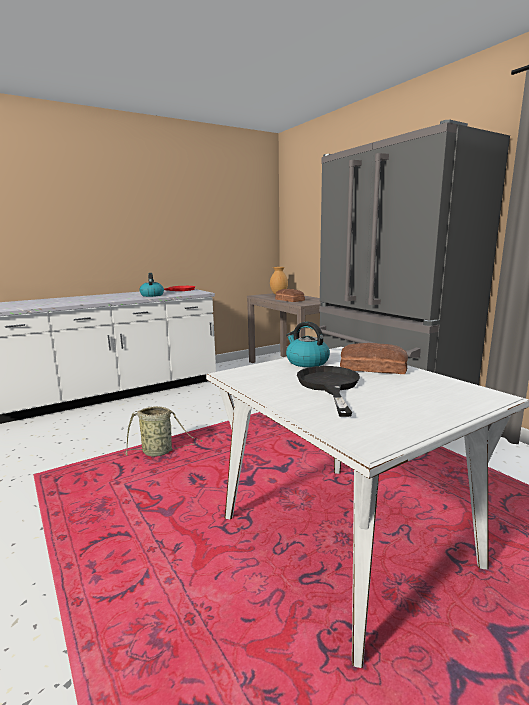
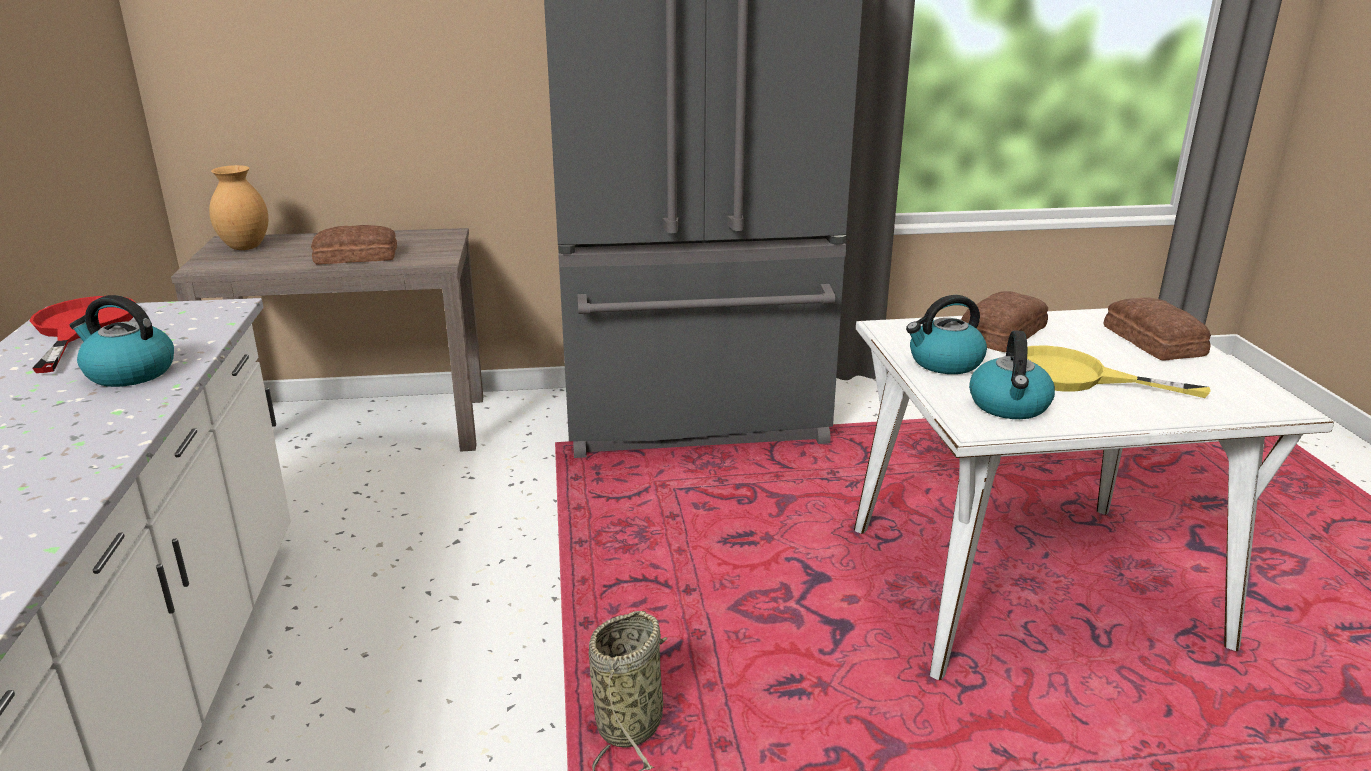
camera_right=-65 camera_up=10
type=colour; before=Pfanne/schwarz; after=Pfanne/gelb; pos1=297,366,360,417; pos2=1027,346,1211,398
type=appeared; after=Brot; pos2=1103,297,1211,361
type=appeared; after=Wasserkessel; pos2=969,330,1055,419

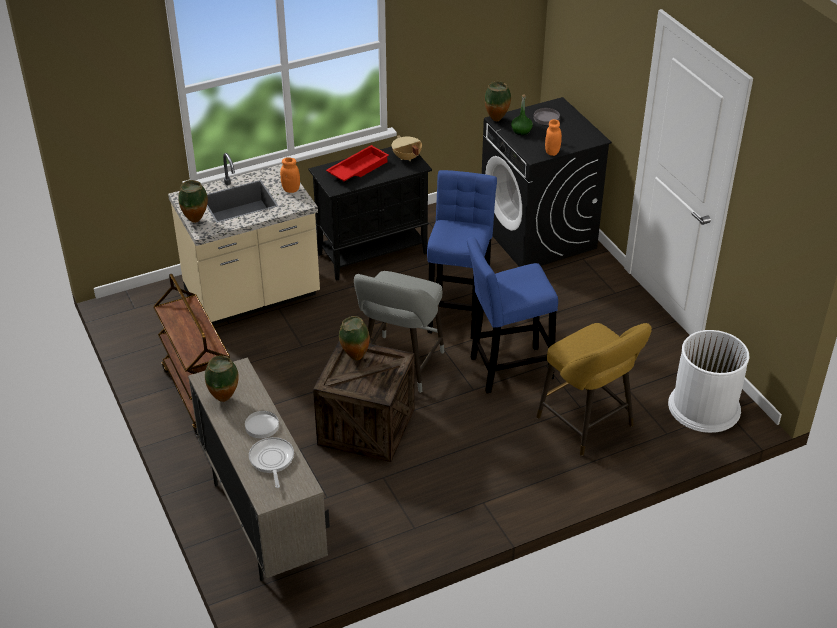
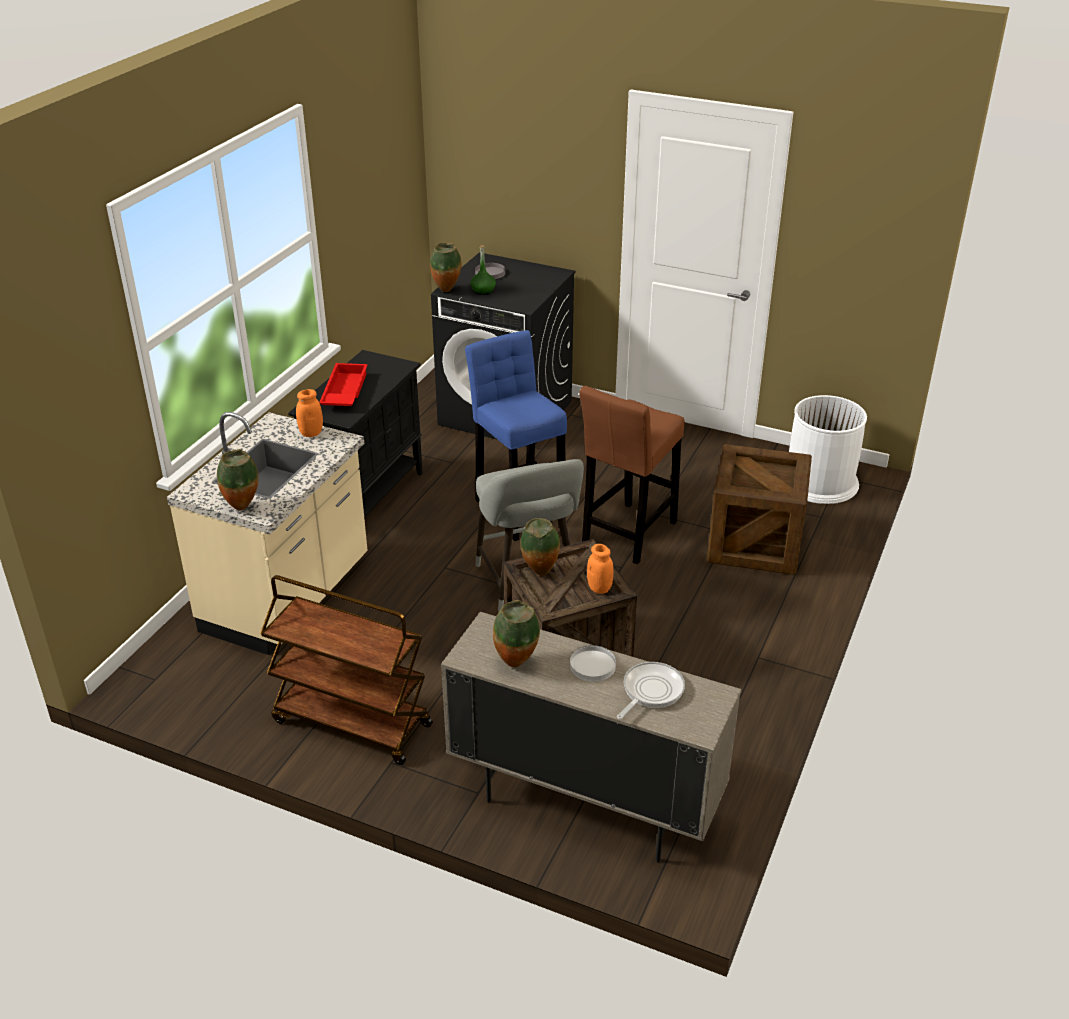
camera_right=-40 camera_up=-5
type=relocated; before=Vorratsglas/orange; pos1=545,119,562,156; pos2=587,544,613,594
type=missing; before=Kochtopf/beige; pos1=392,136,422,161
type=colour; before=Hocker/blau; after=Hocker/braun; pos1=467,237,558,393; pos2=579,386,684,564
type=exchanged; before=Hocker/gelb; after=Kiste; pos1=537,323,652,456; pos2=707,444,812,575
type=spun; before=Pfanne; pos1=249,437,294,488; pos2=617,662,685,719; turn=90

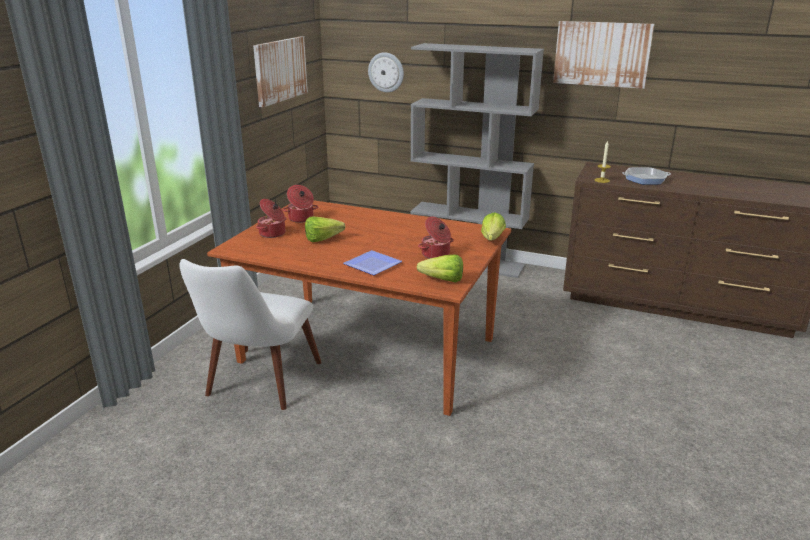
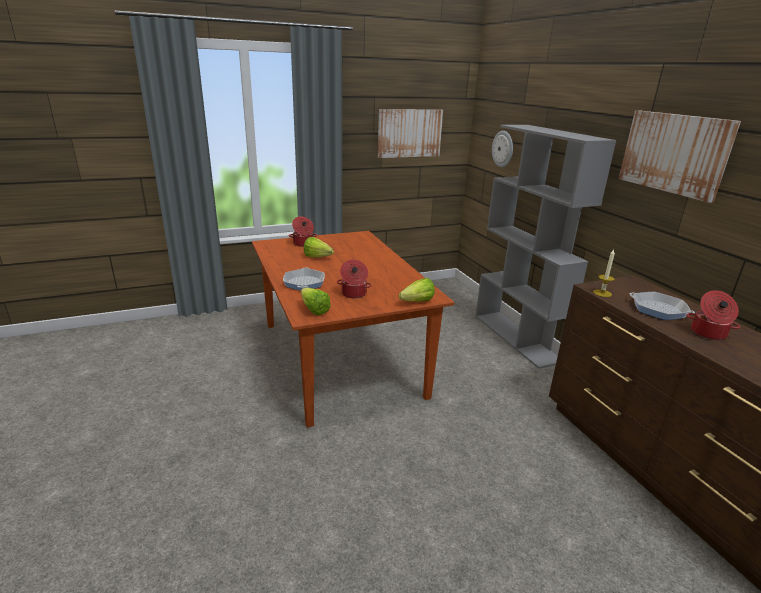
camera_right=45 camera_up=0
type=relocated; before=Kochtopf; pos1=282,185,318,223; pos2=687,290,740,340
type=exchanged; before=Teller; after=Pfanne; pos1=343,250,402,275; pos2=283,268,325,291
type=missing; before=Stuhl/weiß; pos1=179,259,322,410

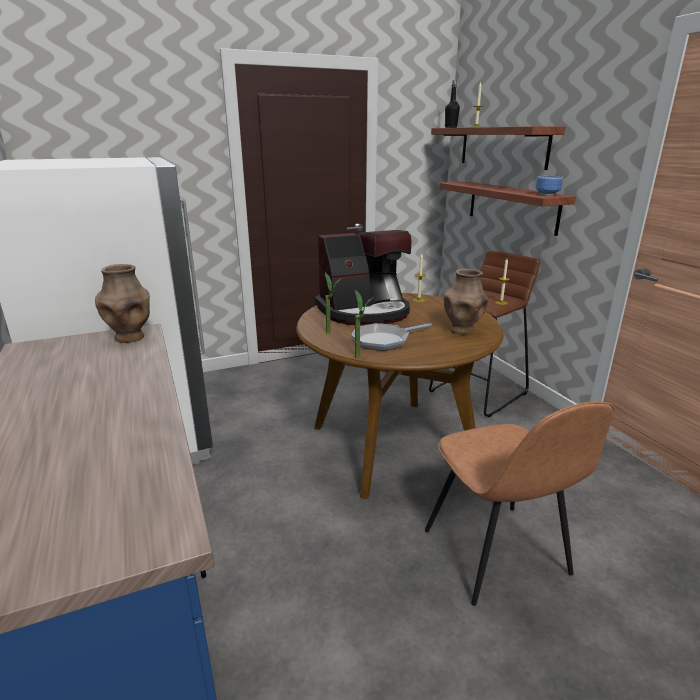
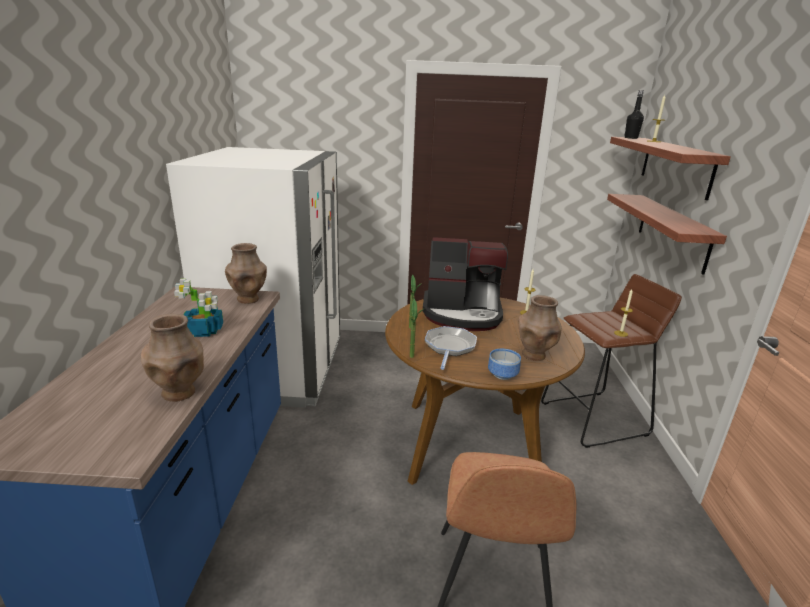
camera_right=25 camera_up=0
type=relocated; before=Schüssel; pos1=536,176,563,195; pos2=488,349,521,380
type=spun; before=Pfanne; pos1=351,323,432,351; pos2=425,326,477,370; turn=105
type=appeared; after=Topfpflanze; pos2=174,278,223,337
type=appeared; after=Vase/braun; pos2=141,314,204,402

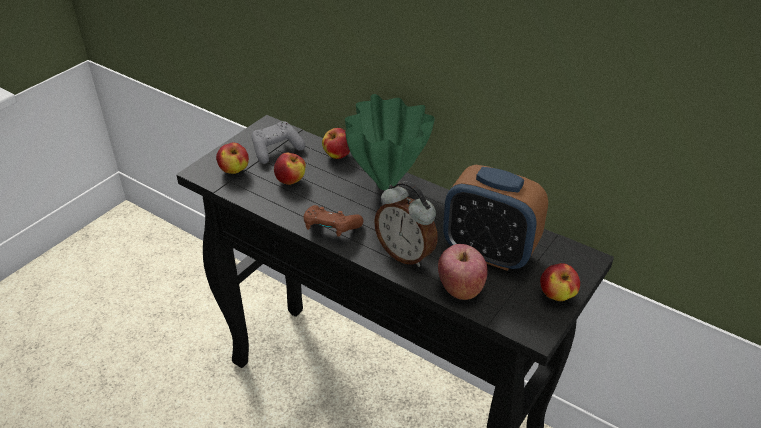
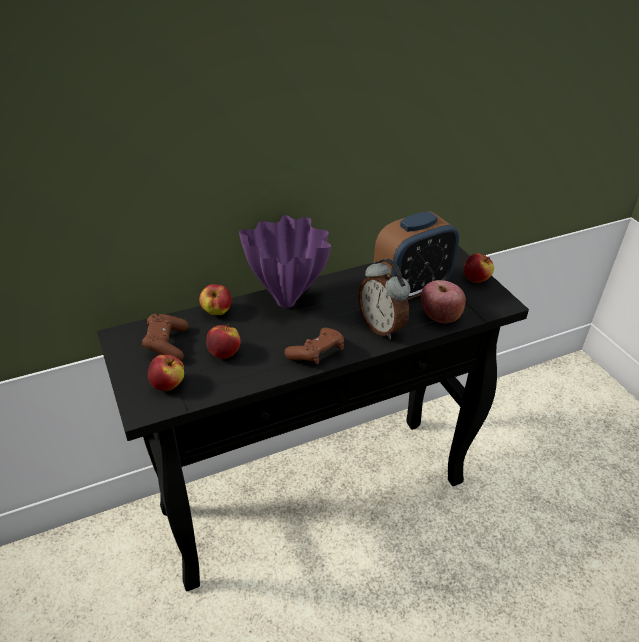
camera_right=-60 camera_up=0
type=colour; before=Vase/grün; after=Vase/lila; pos1=345,94,435,190; pos2=239,215,331,308
type=colour; before=Gamepad/grau; after=Gamepad/braun; pos1=252,121,305,164; pos2=142,314,189,360
type=spun; before=Wecker; pos1=374,181,438,267; pos2=358,259,410,340; turn=75

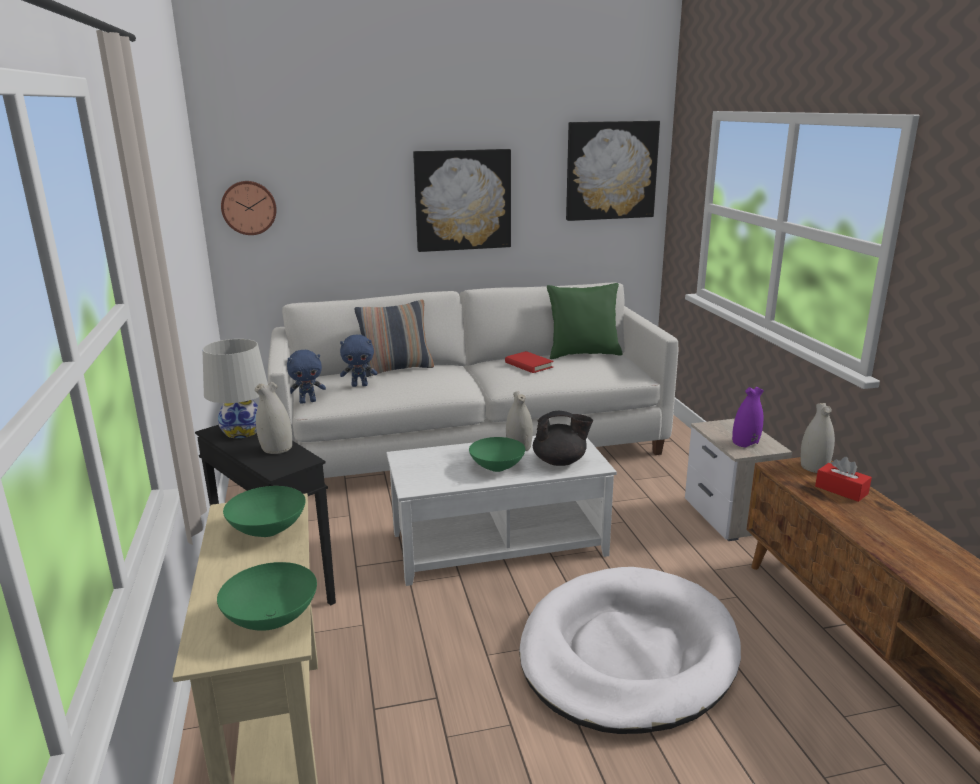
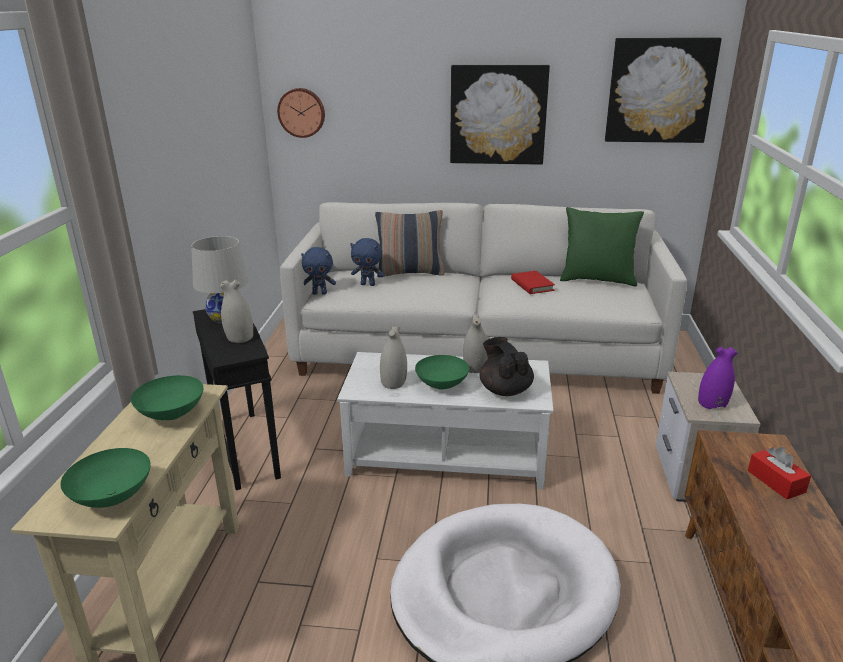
camera_right=20 camera_up=5
type=relocated; before=Vase/weiß; pos1=801,403,835,473; pos2=380,327,407,389
type=spun; before=Teekanne/schwarz; pos1=533,411,593,466; pos2=480,337,534,396; turn=-135

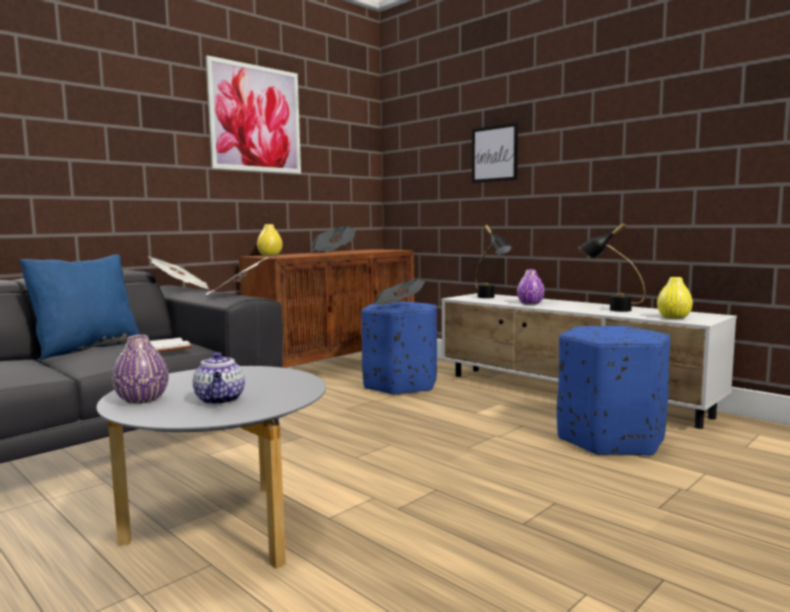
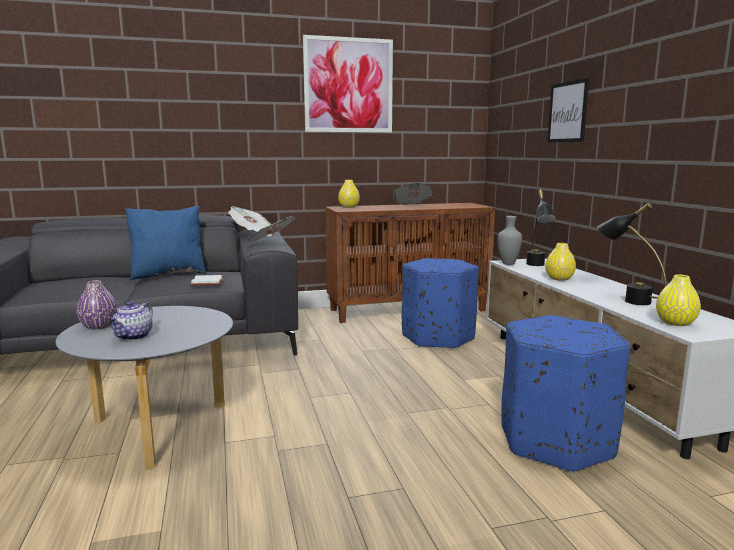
camera_right=30 camera_up=5
type=colour; before=Vase/lila; after=Vase/gelb; pos1=517,270,545,305; pos2=545,243,576,281
type=missing; before=Zeitung; pos1=372,279,425,305
type=appeared; after=Vase/grau; pos2=498,216,522,265

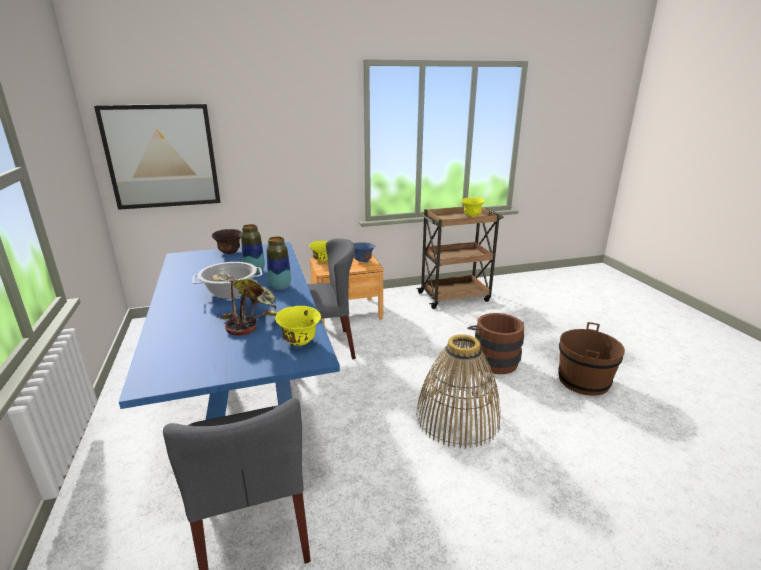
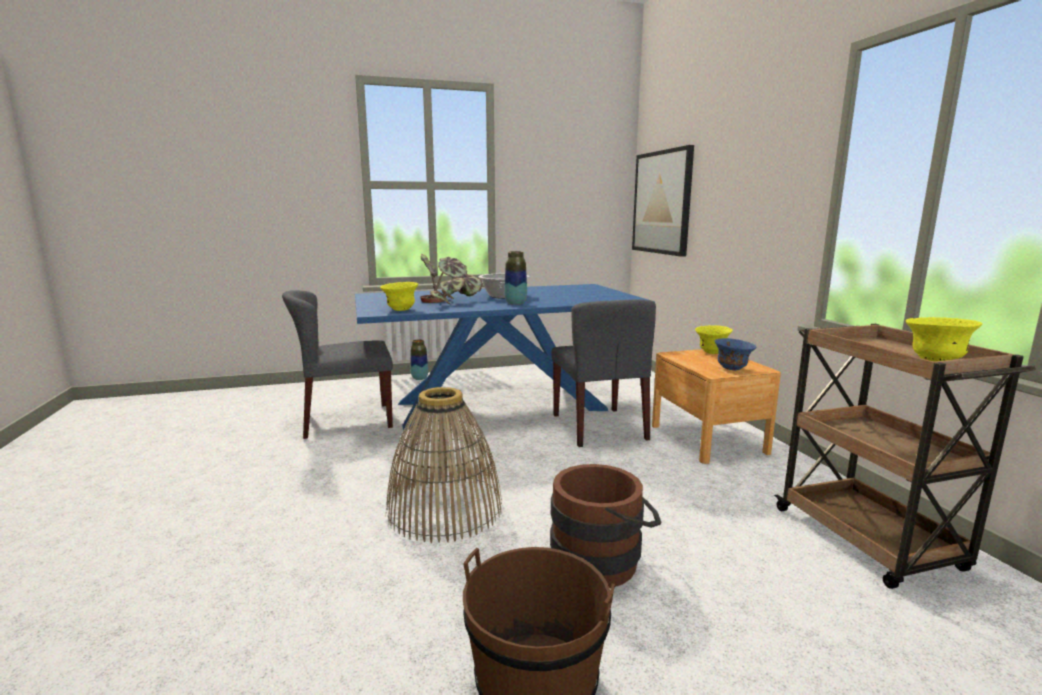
camera_right=90 camera_up=-10
type=relocated; before=Vase; pos1=241,224,265,274; pos2=411,339,428,380
type=missing; before=Schüssel/braun; pos1=212,229,242,254

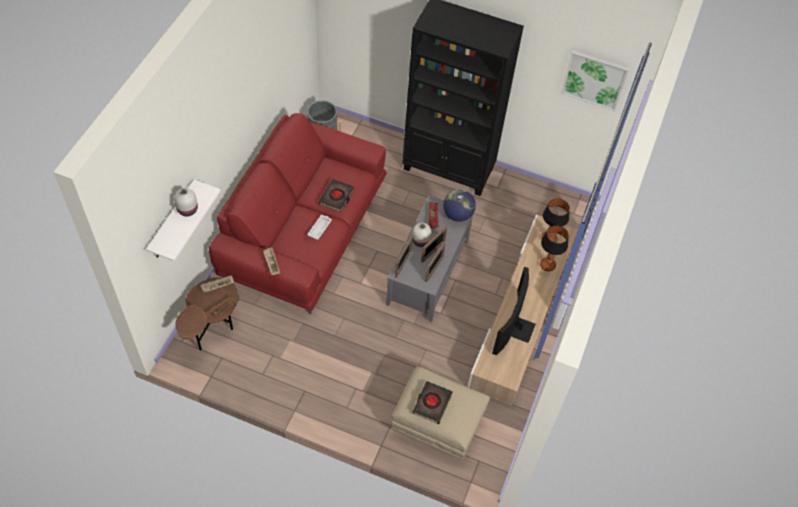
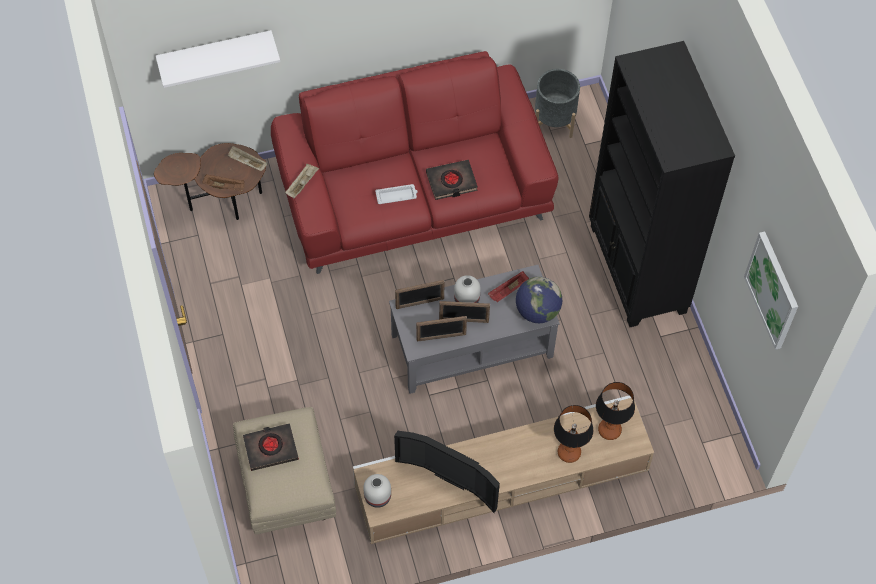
camera_right=55 camera_up=5
type=relocated; before=Vase/weiß; pos1=174,188,198,216; pos2=363,474,391,508
type=spun; before=Fernseher; pos1=492,267,536,355; pos2=394,431,500,513; turn=-135

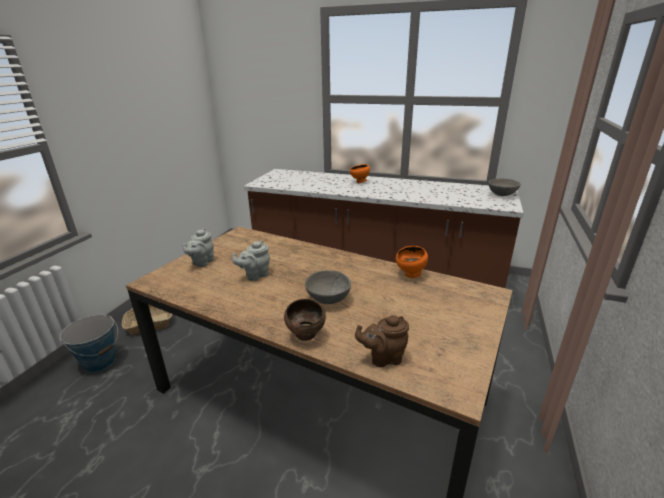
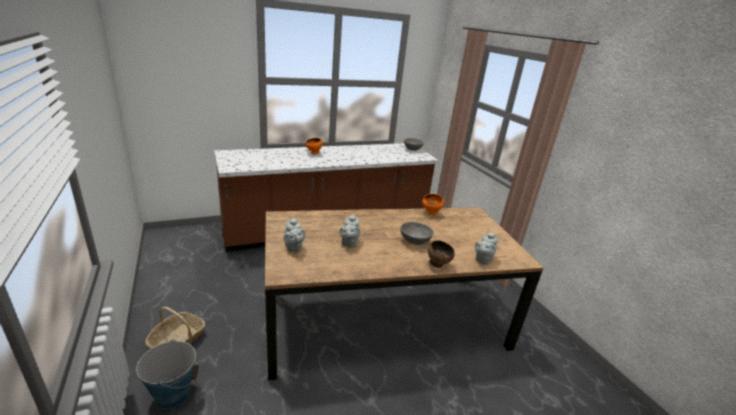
camera_right=-45 camera_up=0
type=colour; before=Teekanne/braun; after=Teekanne/grau; pos1=355,315,409,367; pos2=475,232,498,264

